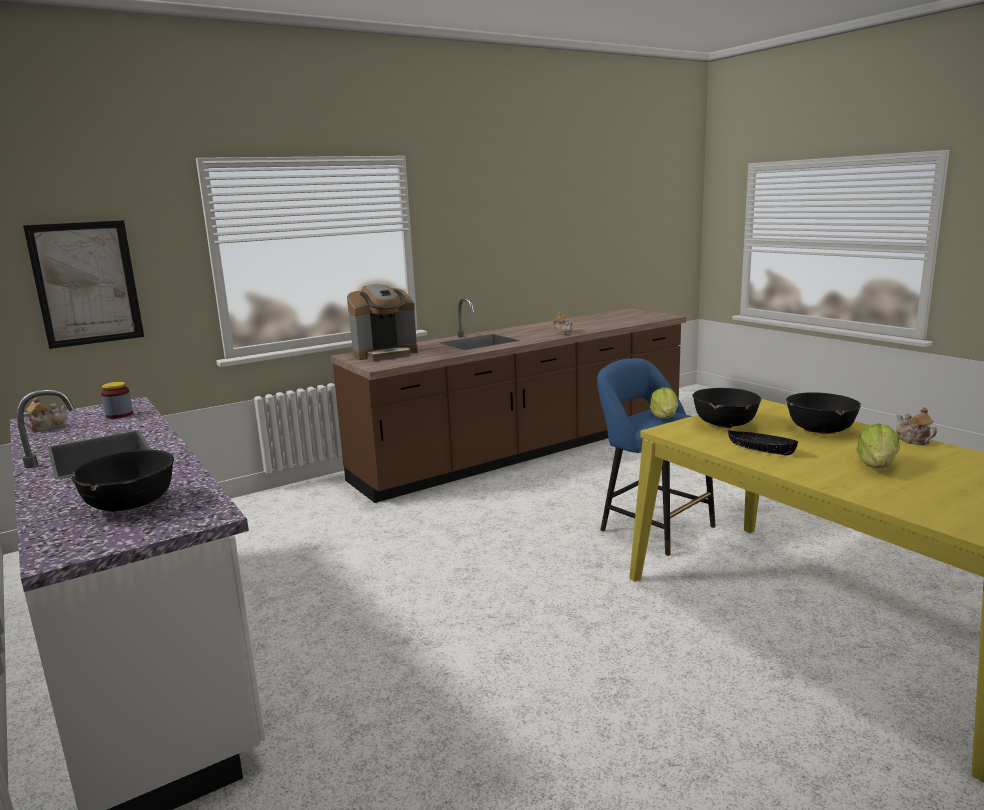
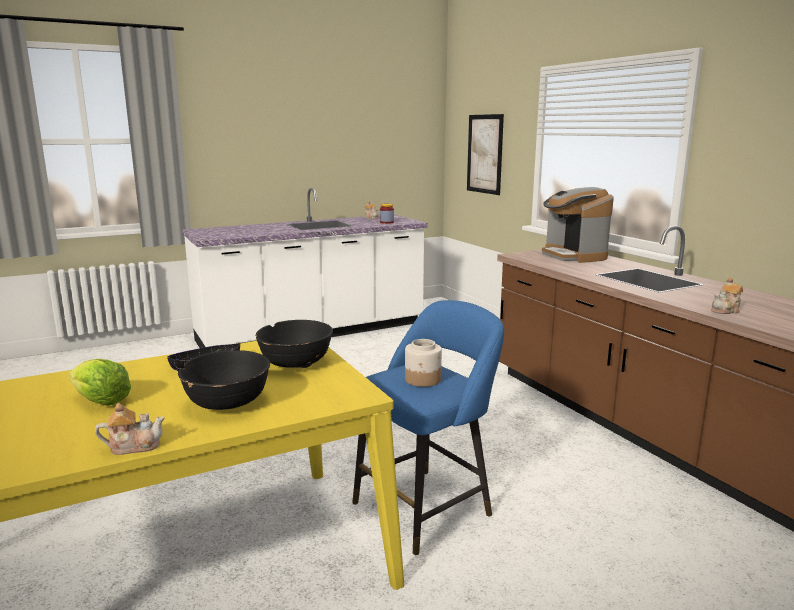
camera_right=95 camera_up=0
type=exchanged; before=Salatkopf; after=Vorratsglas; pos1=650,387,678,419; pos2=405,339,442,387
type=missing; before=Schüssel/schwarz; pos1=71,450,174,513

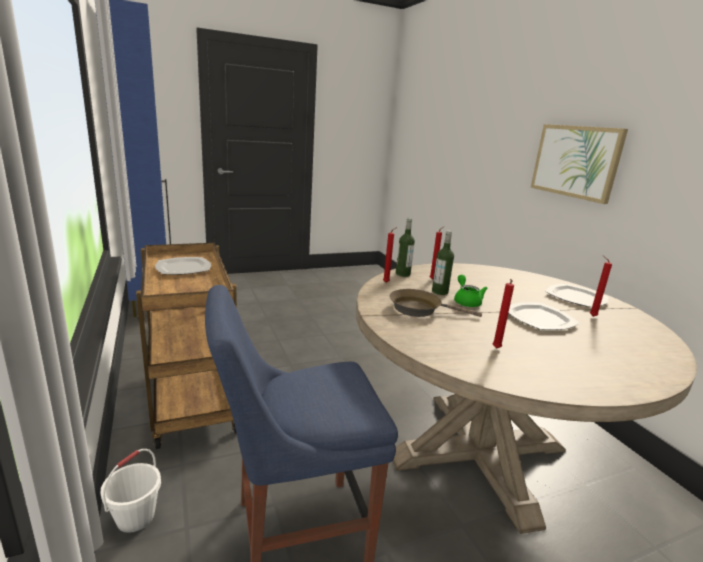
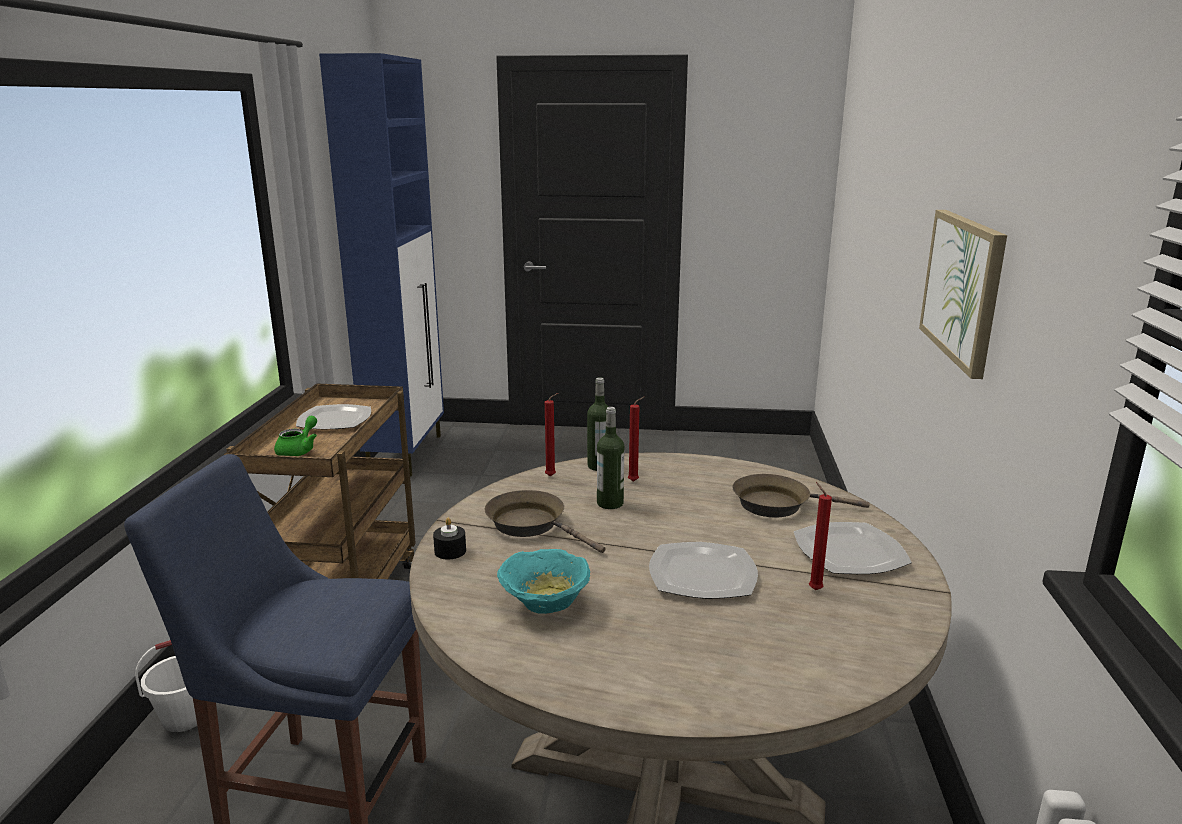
camera_right=30 camera_up=0
type=relocated; before=Teekanne/grün; pos1=454,275,488,307; pos2=274,416,317,456
type=exchanged; before=Kerze/rot; after=Schüssel/türkis; pos1=492,279,514,349; pos2=497,549,590,614
type=appeared; after=Pfanne/braun; pos2=732,474,870,518
type=appeared; after=Kerze/schwarz; pos2=433,518,466,560

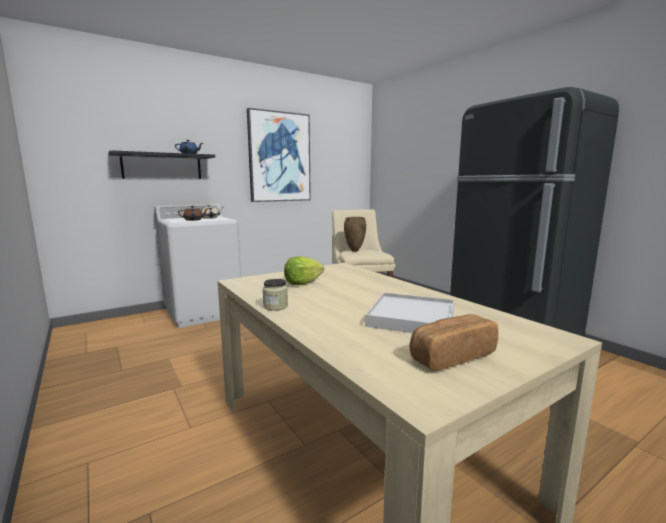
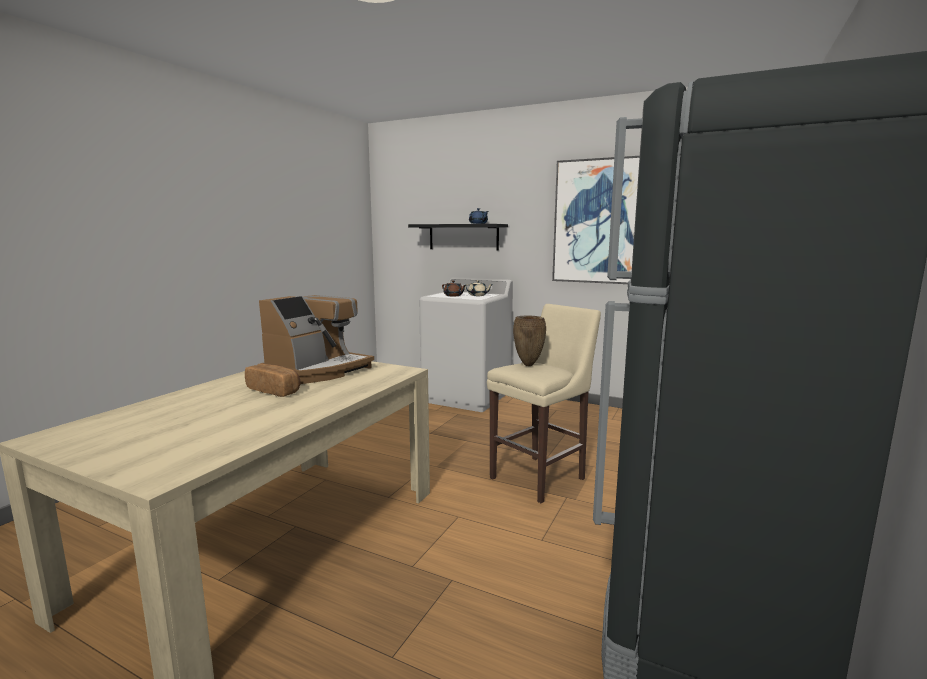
camera_right=60 camera_up=0
type=exchanged; before=Salatkopf; after=Kaffeemaschine; pos1=284,256,324,285; pos2=259,295,374,384
type=missing; before=Vorratsglas; pos1=263,279,288,311
type=missing; before=Tablett/weiß; pos1=365,293,454,333
type=relocated; before=Brot; pos1=410,314,498,370; pos2=245,363,301,397

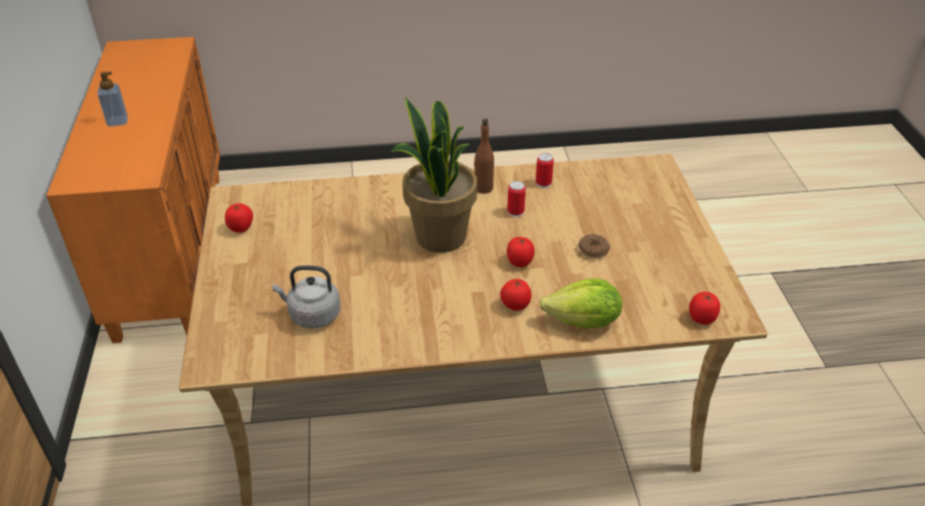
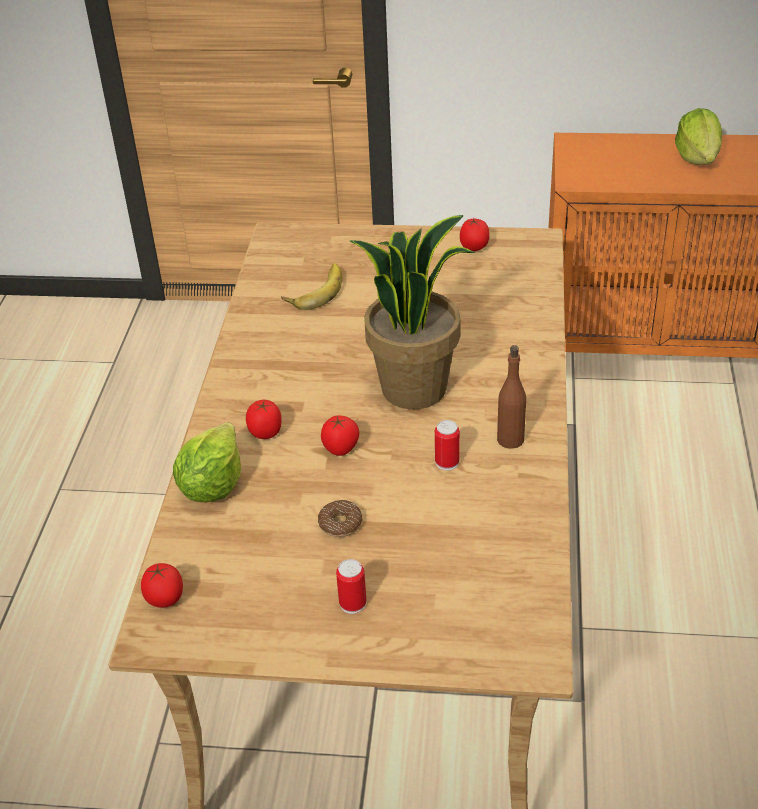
camera_right=105 camera_up=0
type=exchanged; before=Seifenspender; after=Salatkopf; pos1=98,72,128,127; pos2=675,108,722,165
type=relocated; before=Dose; pos1=536,153,554,188; pos2=336,559,366,614
type=exchanged; before=Wasserkessel/grau; after=Banane; pos1=272,266,340,328; pos2=281,263,342,310

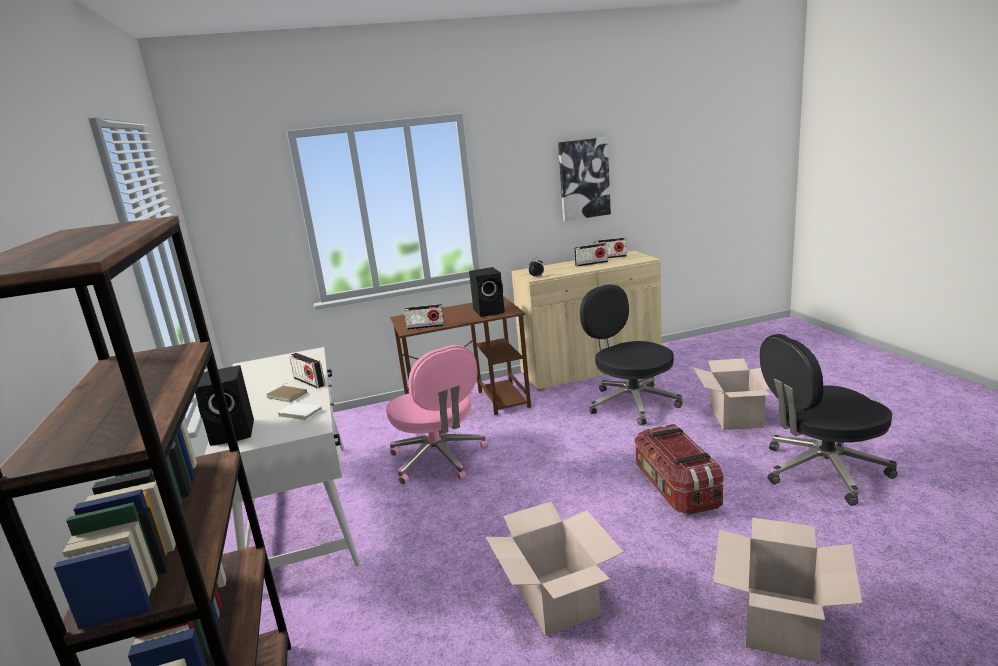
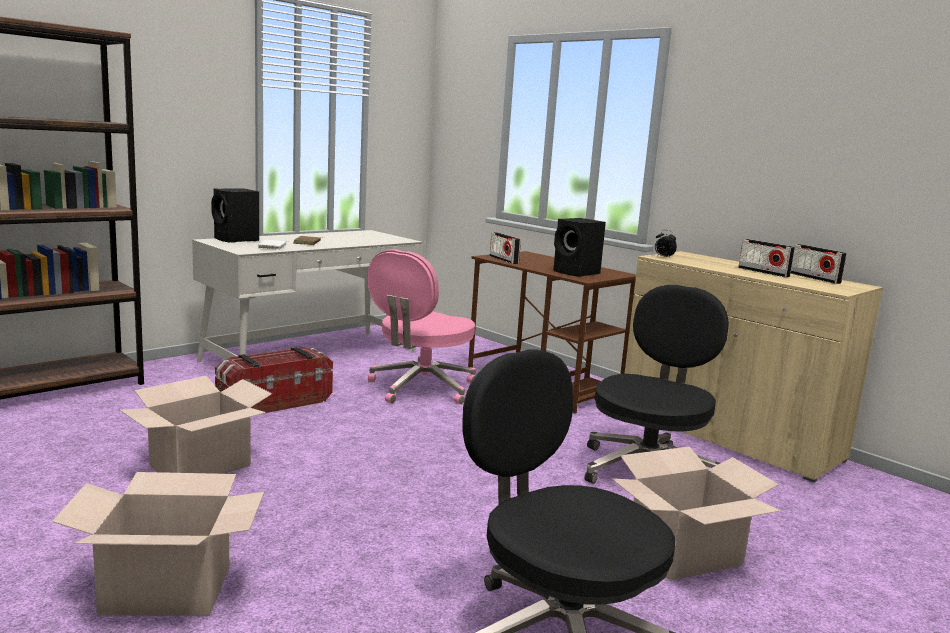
camera_right=60 camera_up=-5
type=missing; before=Bild; pos1=558,137,611,221
type=missing; before=Radio; pos1=289,353,325,388
type=relocated; before=Aufbewahrungsbox; pos1=635,424,723,515; pos2=215,347,333,413

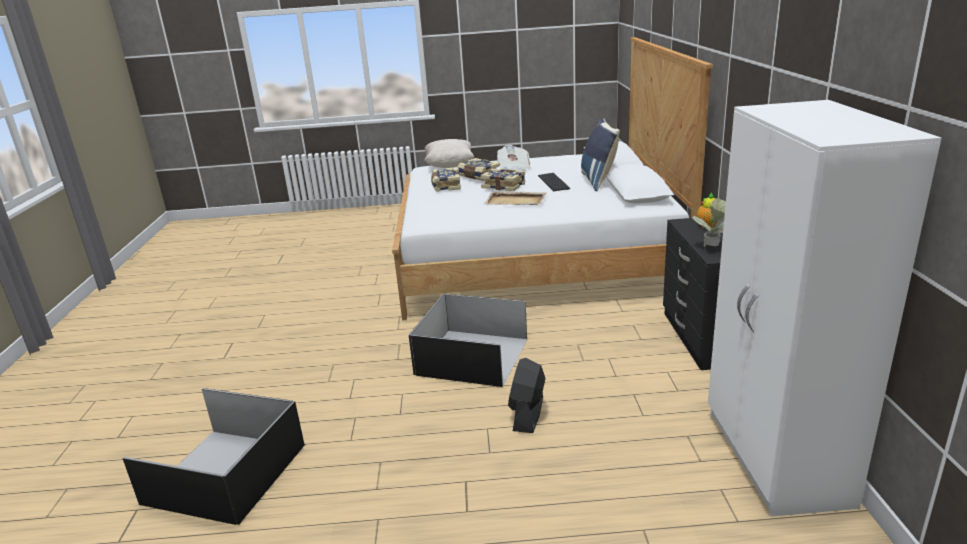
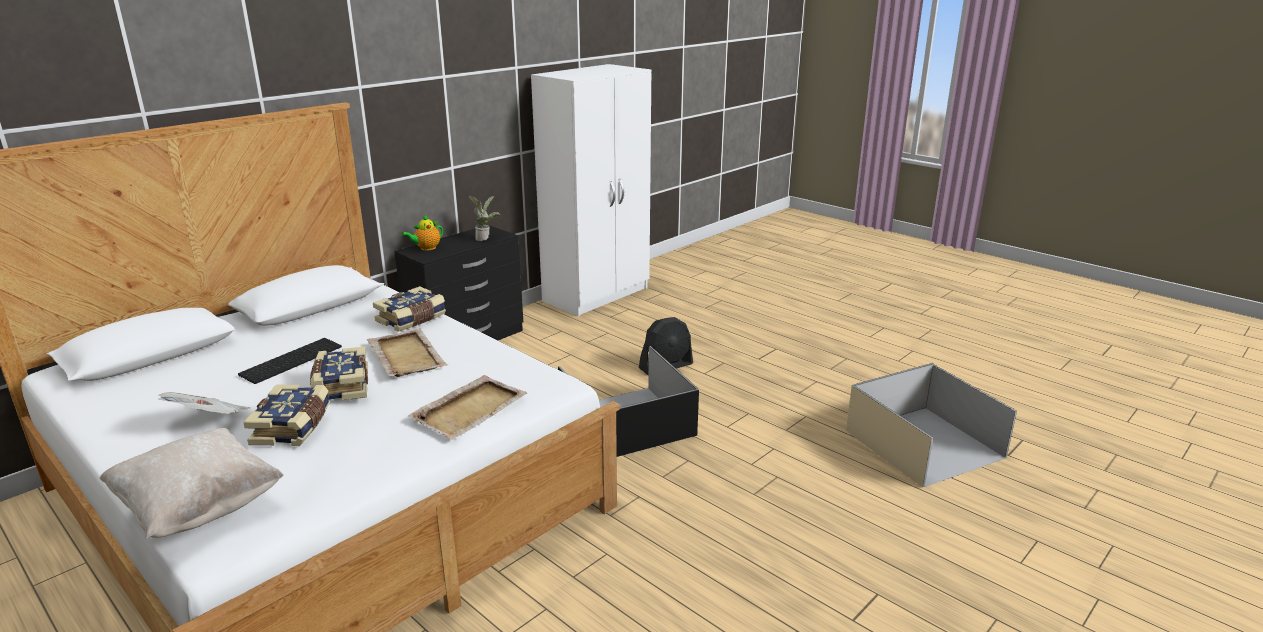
camera_right=-135 camera_up=0
type=missing; before=Kissen/blau; pos1=581,118,620,191
type=relocated; before=Buch; pos1=431,167,461,192; pos2=373,286,446,332
type=colour; before=Aufbewahrungsbox/schwarz; after=Aufbewahrungsbox/beige; pos1=122,388,305,525; pos2=846,363,1017,487
type=appeared; after=Tablett/beige; pos2=408,375,527,440

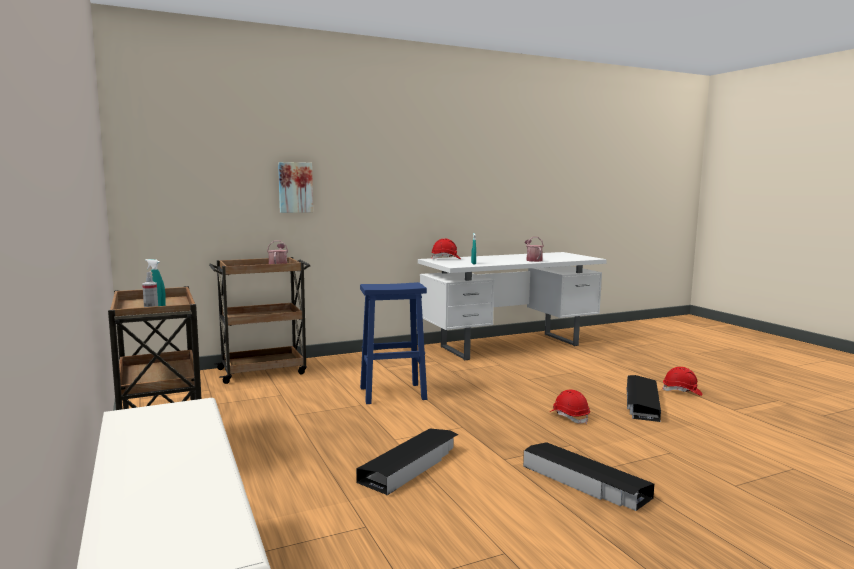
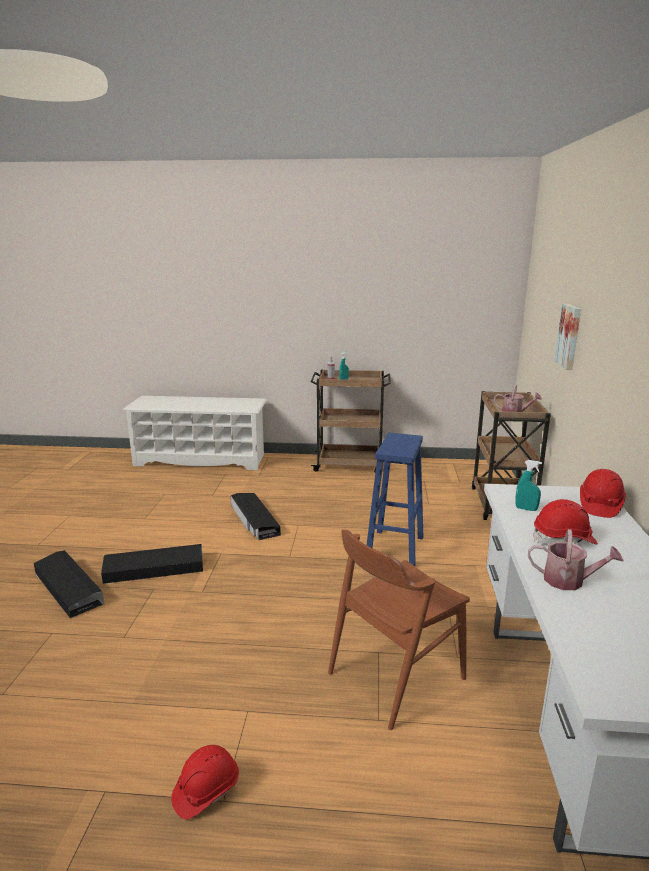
camera_right=120 camera_up=10
type=relocated; before=Aufbewahrungsbox/schwarz; pos1=627,375,661,422; pos2=34,550,104,618
type=relocated; before=Schutzhelm/rot; pos1=550,389,590,424; pos2=533,499,598,544
type=appeared; after=Stuhl/braun; pos2=328,529,470,730

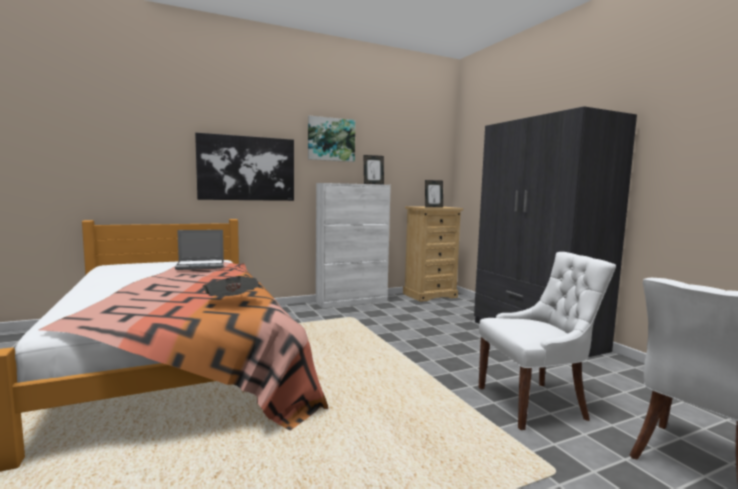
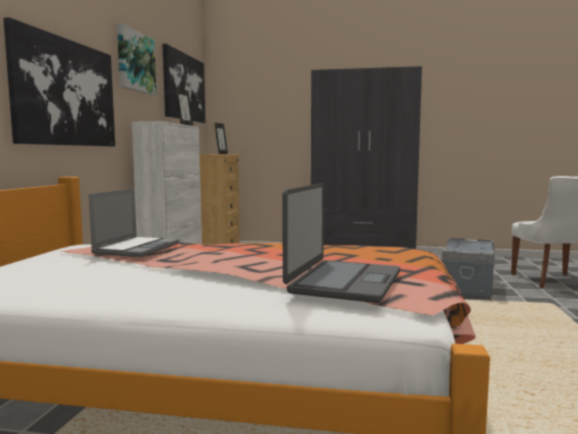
camera_right=-55 camera_up=0
type=exchanged; before=Stuhl/weiß; after=Aufbewahrungsbox/grau; pos1=479,252,616,430; pos2=442,238,495,298
type=missing; before=Zeitung; pos1=203,276,260,296
type=appeared; after=Bild; pos2=162,44,205,123
type=appeared; after=Laptop; pos2=282,183,400,303

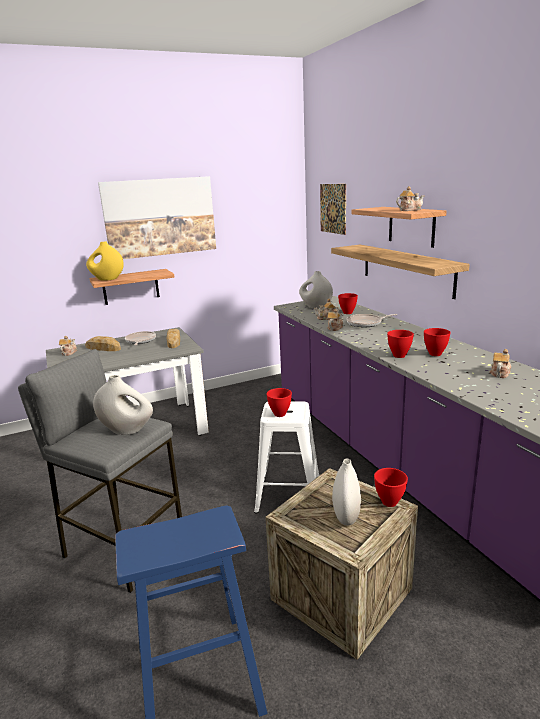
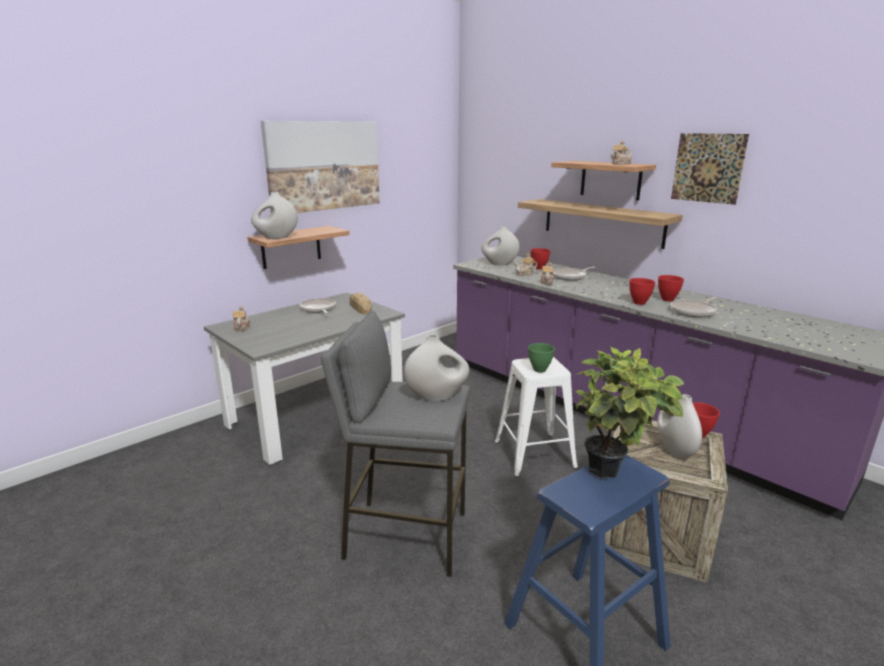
camera_right=-20 camera_up=0
type=relocated; before=Bild; pos1=320,184,346,235; pos2=671,133,749,205
type=colour; before=Vase/gelb; after=Vase/weiß; pos1=86,241,124,281; pos2=251,192,298,239
type=missing; before=Brot; pos1=85,336,121,351
type=missing; before=Teekanne; pos1=489,349,511,378
type=colour; before=Schüssel/rot; after=Schüssel/grün; pos1=266,388,292,417; pos2=528,343,555,373
type=appeared; after=Pfanne; pos2=670,297,717,317
type=appeared; after=Topfpflanze; pos2=575,346,684,478

